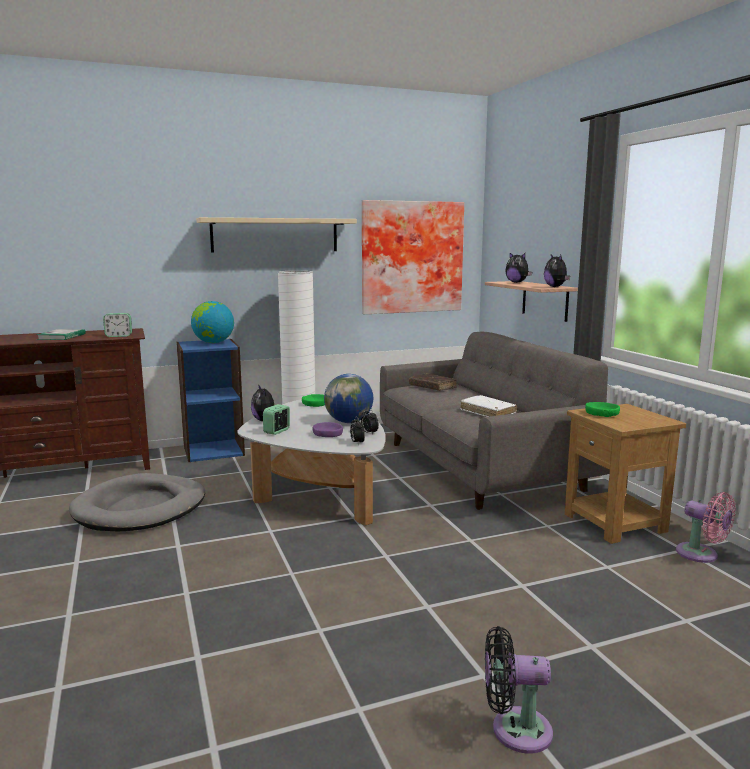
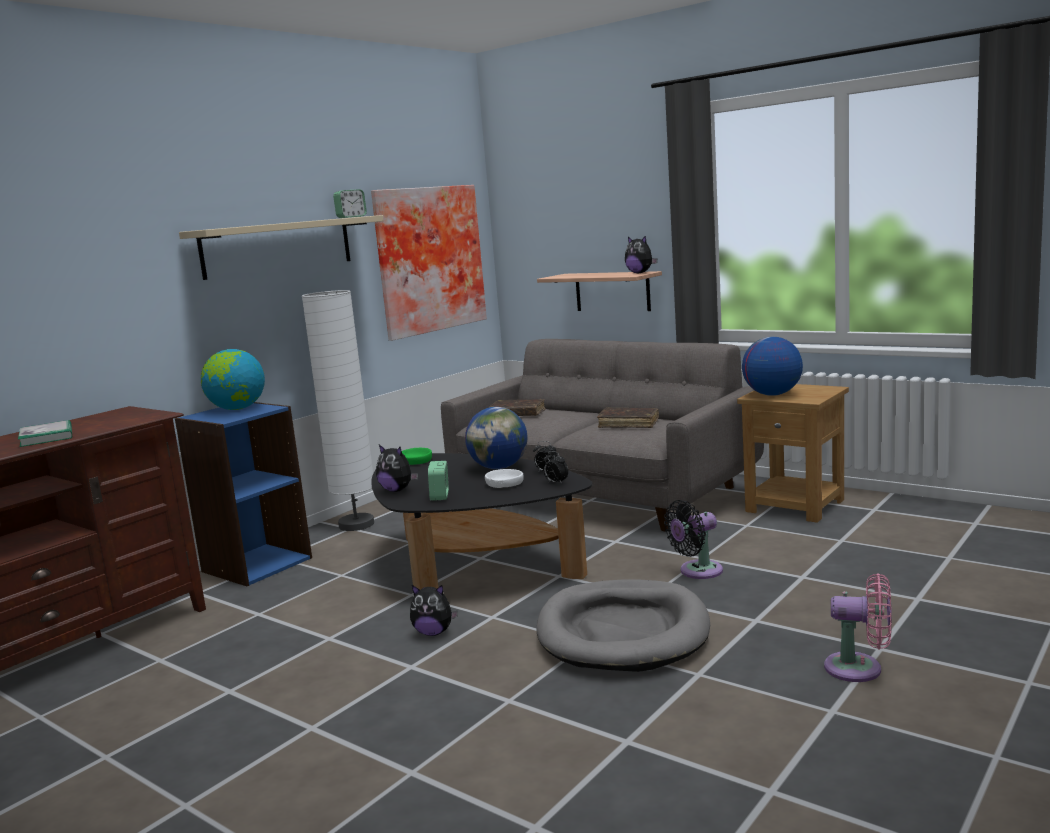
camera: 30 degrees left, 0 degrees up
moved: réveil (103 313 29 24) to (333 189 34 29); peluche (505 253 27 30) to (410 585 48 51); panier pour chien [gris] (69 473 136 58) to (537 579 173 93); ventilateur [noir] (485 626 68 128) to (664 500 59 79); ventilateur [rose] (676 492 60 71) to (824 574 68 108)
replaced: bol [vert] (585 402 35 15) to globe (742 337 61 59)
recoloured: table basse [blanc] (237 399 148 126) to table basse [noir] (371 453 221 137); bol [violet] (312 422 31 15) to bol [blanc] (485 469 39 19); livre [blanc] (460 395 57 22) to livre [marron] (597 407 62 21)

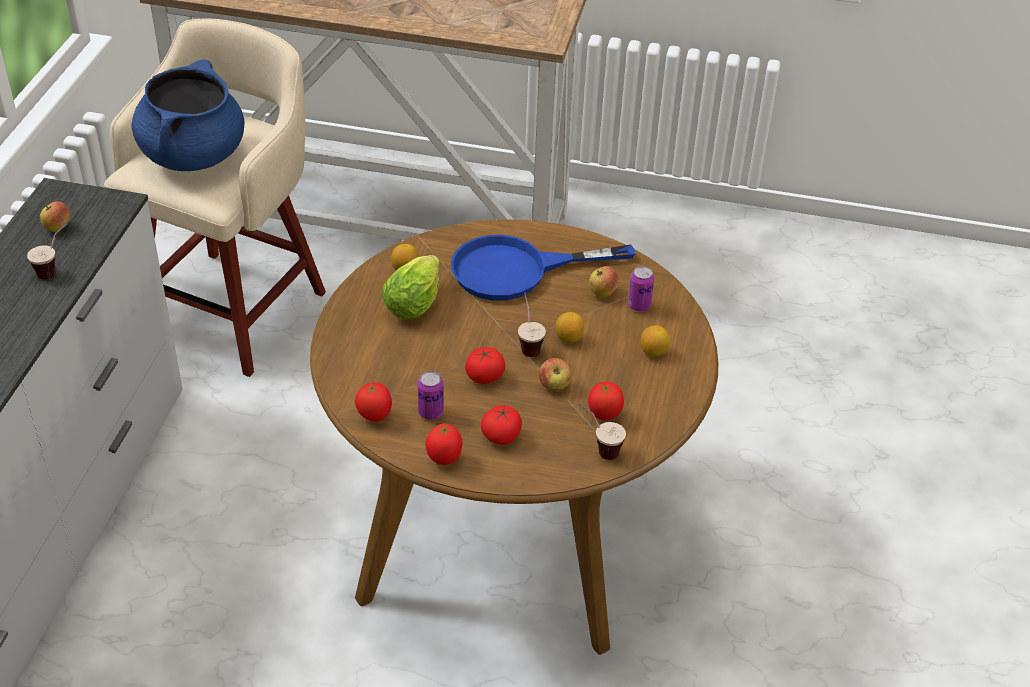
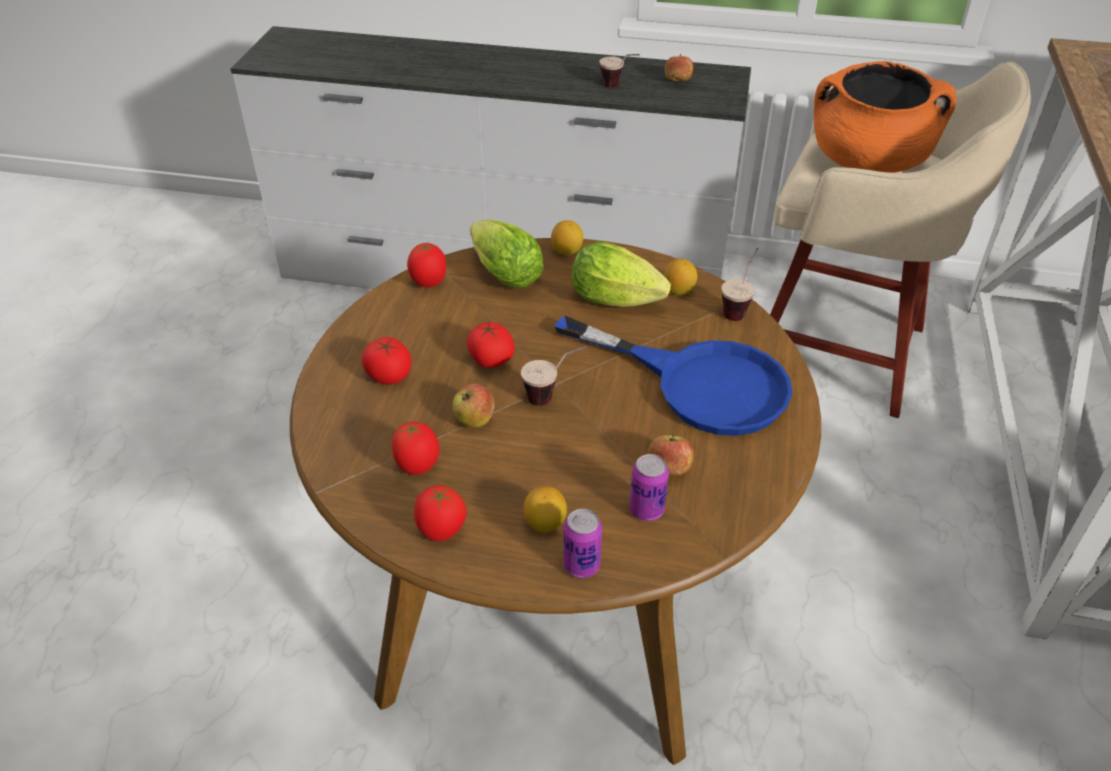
camera: 90 degrees right, 0 degrees up
added: laitue (470 220 74 68)
moved: tomate (426 424 36 41) to (414 485 53 57); citron (555 312 29 31) to (551 220 32 35); boîte métallique (418 371 26 49) to (563 509 39 69); tasse (577 403 49 57) to (721 248 38 73)
recoloured: marmite [bleu] (131 59 113 112) to marmite [orange] (814 61 143 112)
turned: poêle [bleu] (451 235 184 66) = (554 315 238 121) 135 degrees clockwise

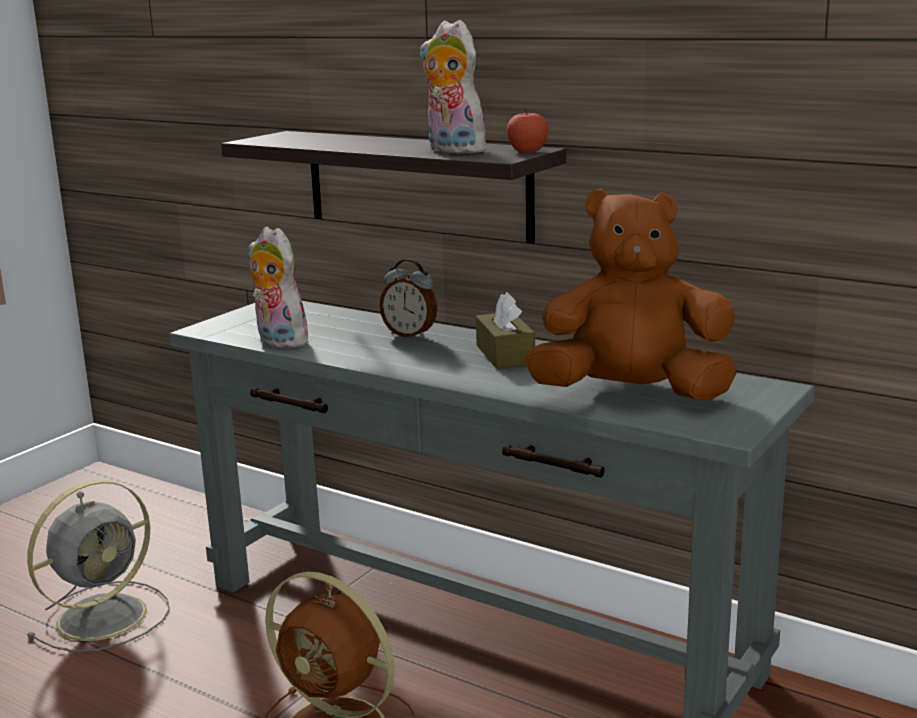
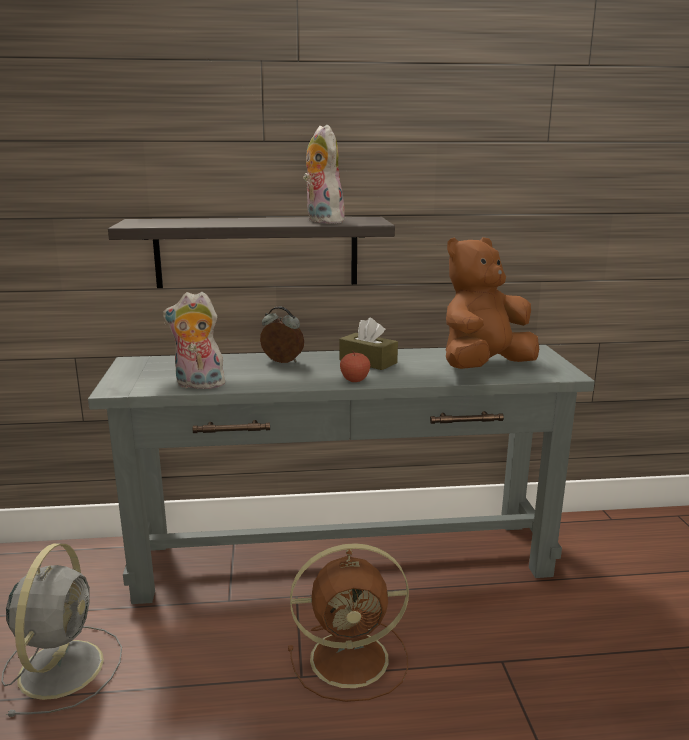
camera: 40 degrees left, 0 degrees up
moved: pomme (507 108 41 45) to (340 351 30 31)
turned: réveil (380 259 57 79) = (260 306 44 57) 150 degrees counterclockwise; peluche (420 20 66 134) = (303 125 42 99) 60 degrees clockwise

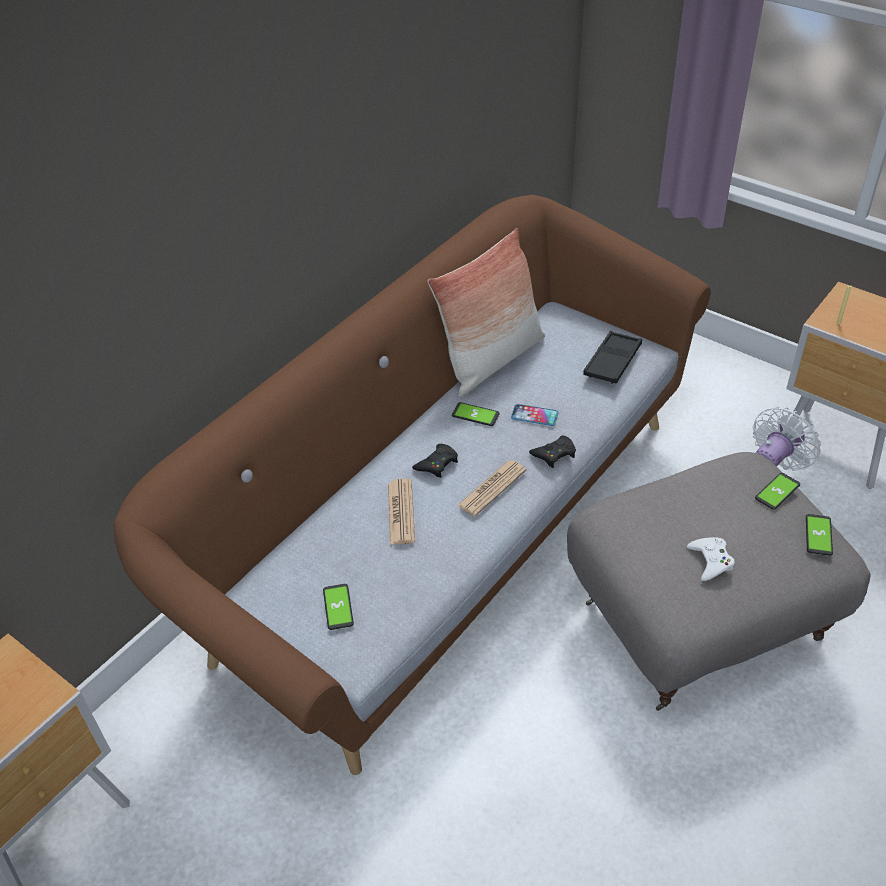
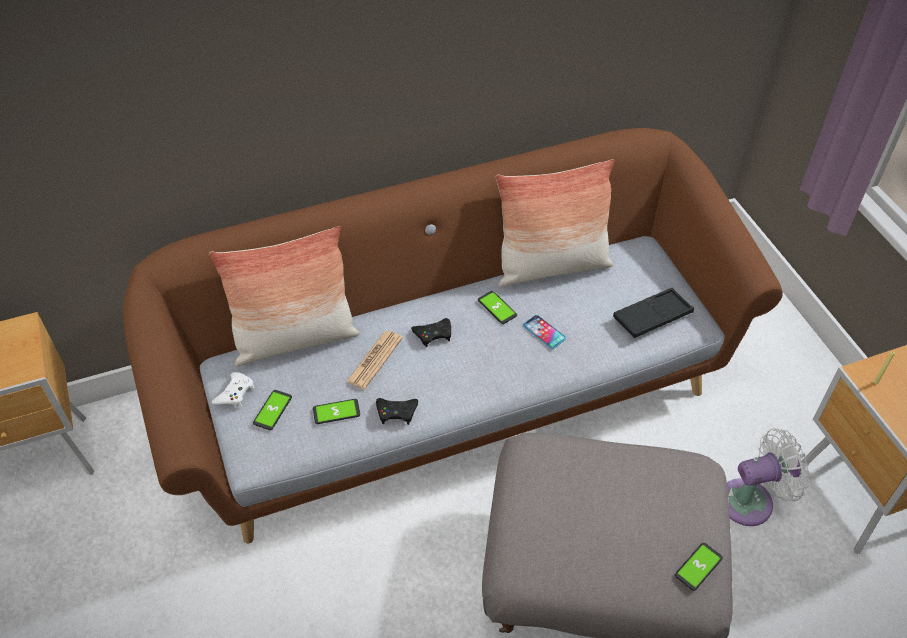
camera: 30 degrees right, 5 degrees up
removed: journal (457 460 69 56)
added: coussin (209 226 151 140)
moved: manette [blanc] (687 537 48 44) to (212 372 43 35); téléphone (755 473 45 37) to (313 399 47 25); manette [noir] (529 436 47 32) to (376 398 42 27)

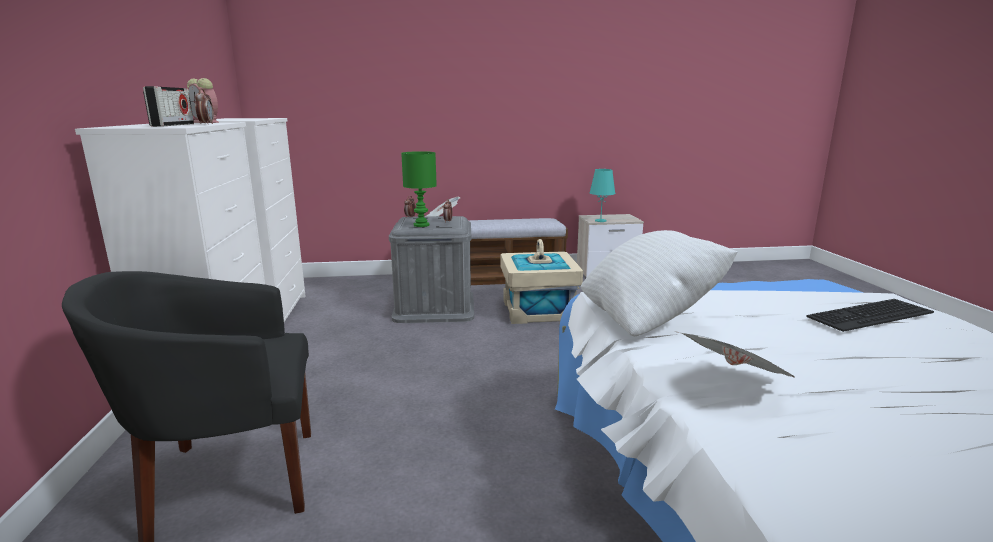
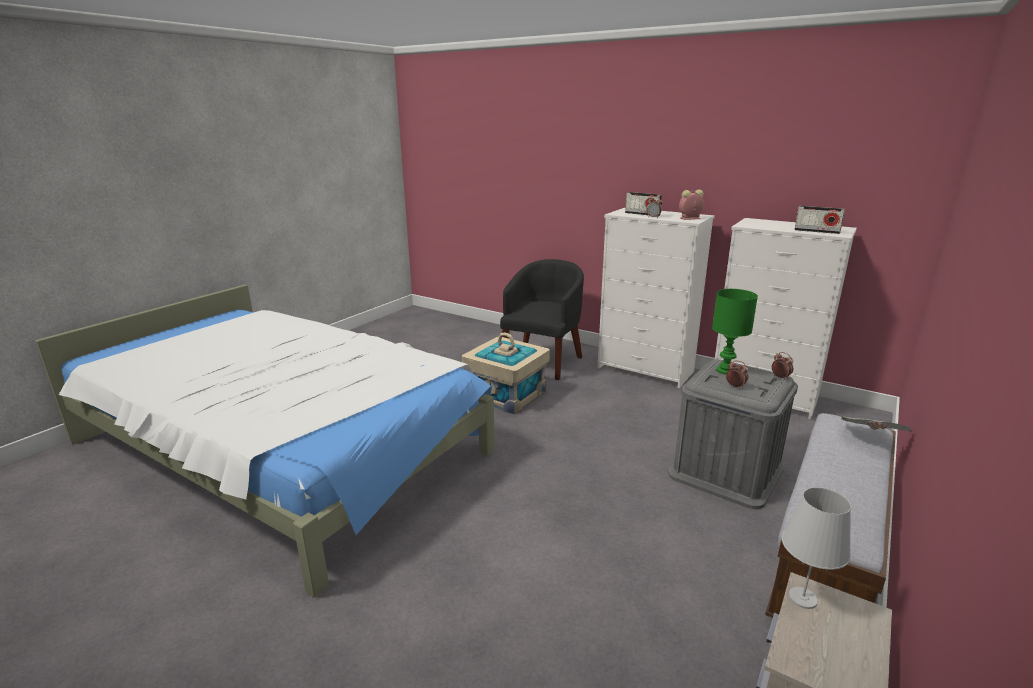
camera: 130 degrees right, 5 degrees up
removed: coussin [blanc] (581 230 157 106); journal (675 331 119 46); clavier (806 299 128 33)
added: radio (794 206 51 28)
moved: boîte de rangement [beige] (501 239 82 85) to (462 333 88 81)
recoloured: lampe de table [turquoise] (590 169 25 53) to lampe de table [blanc] (782 487 69 122)

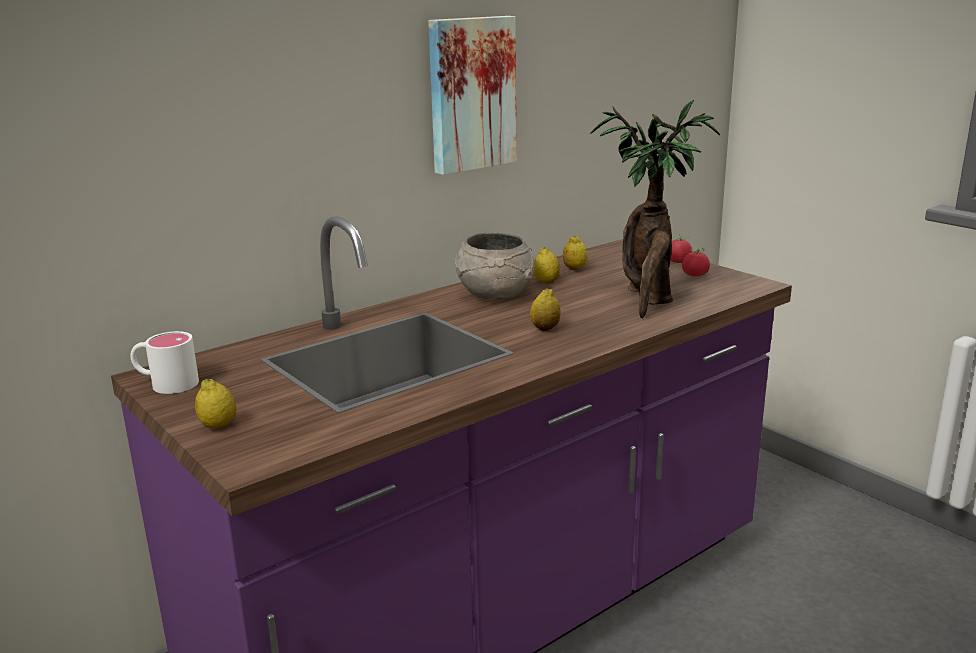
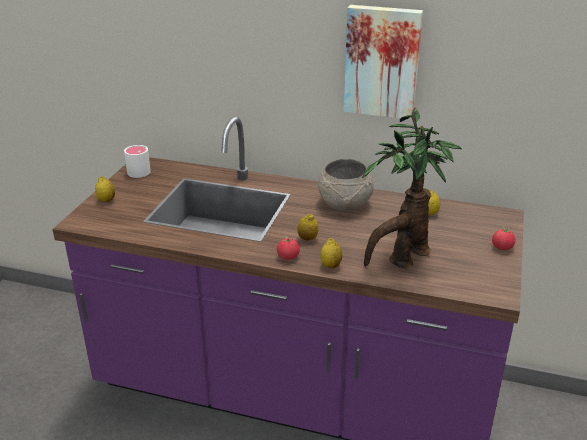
camera: 55 degrees right, 10 degrees up
moved: tomate (682 248 28 29) to (277 236 23 24); citron (534 247 26 37) to (320 238 22 31)

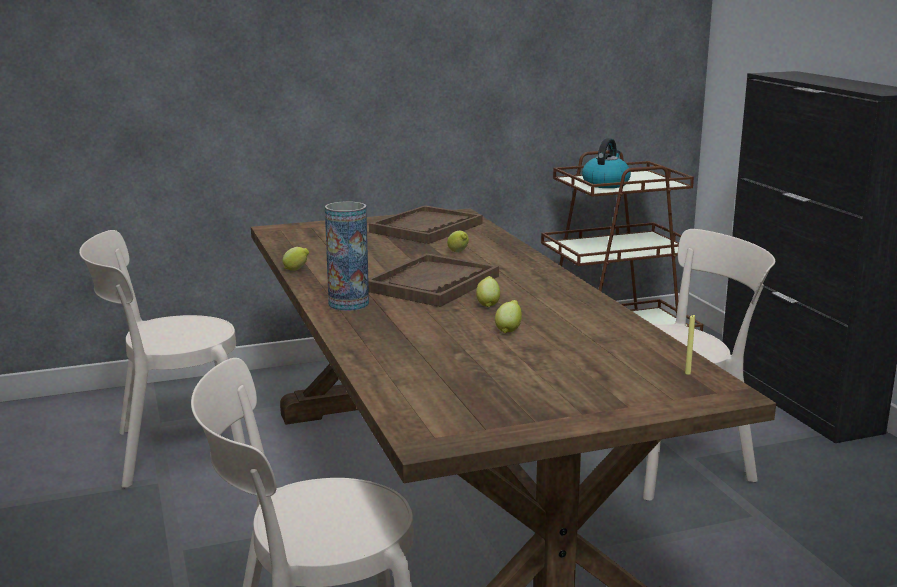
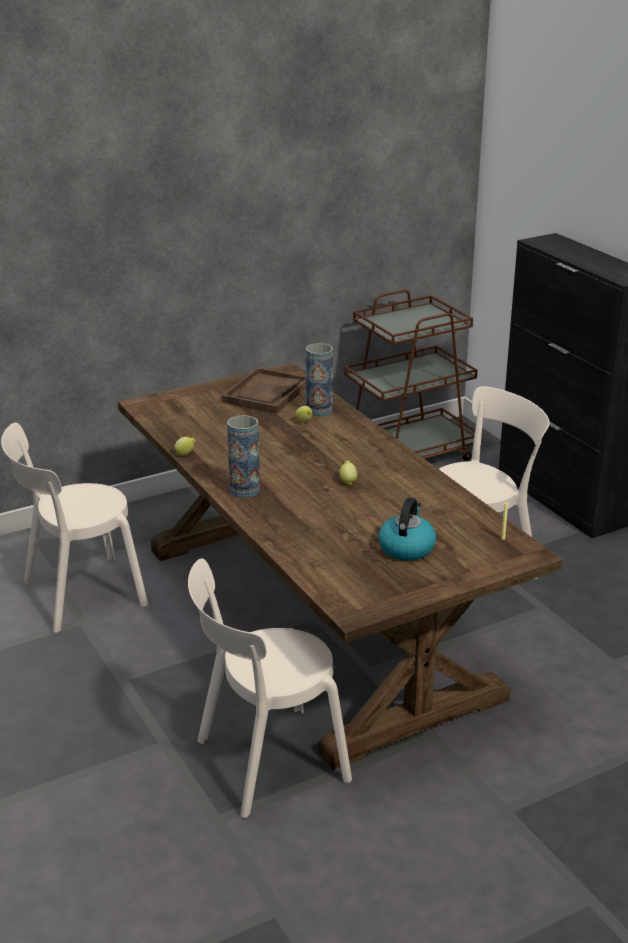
camera: 10 degrees left, 10 degrees up
removed: plateau [marron] (368 253 131 54); citron (495 300 27 33)
added: vase (306 343 27 73)
moved: bouilloire (582 138 49 50) to (378 497 58 64)

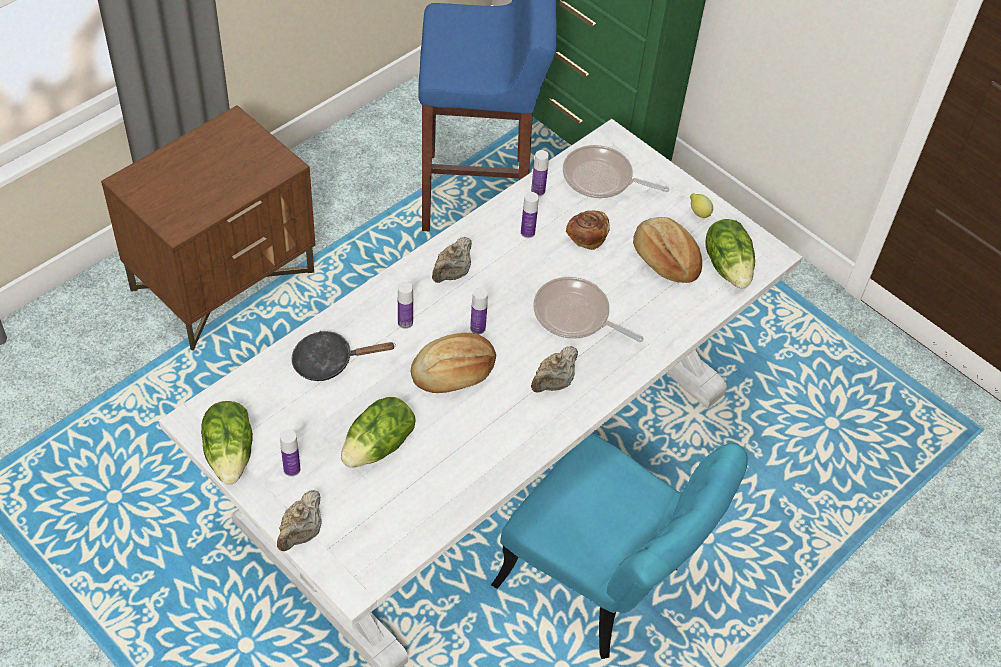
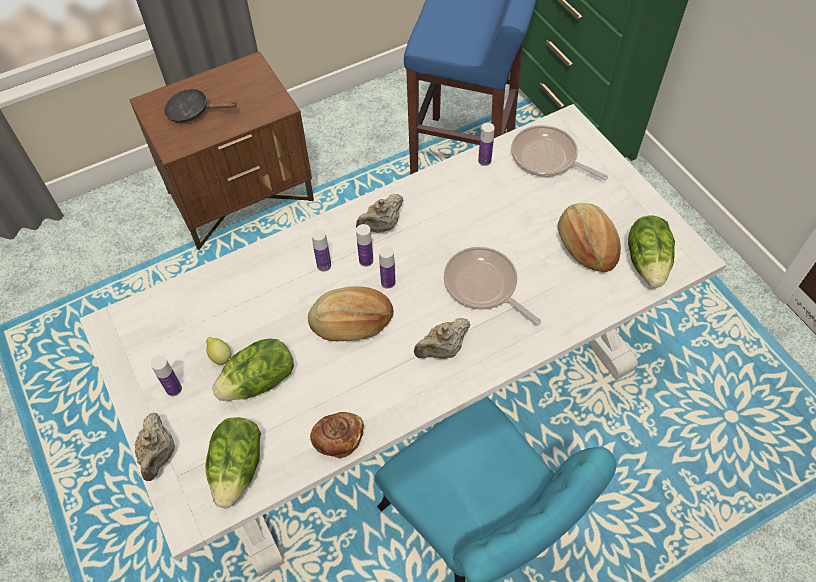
camera: 20 degrees right, 5 degrees up
moved: poêle [noir] (291 331 105 50) to (164 88 74 35); laitue (201 401 52 84) to (205 417 56 91); citron (690 193 23 25) to (206 337 25 28); pain (566 210 44 40) to (310 412 54 47); bouteille (521 192 18 46) to (356 224 17 43)
turned: théière [beige] (277 490 45 61) = (135 413 40 68) 45 degrees counterclockwise

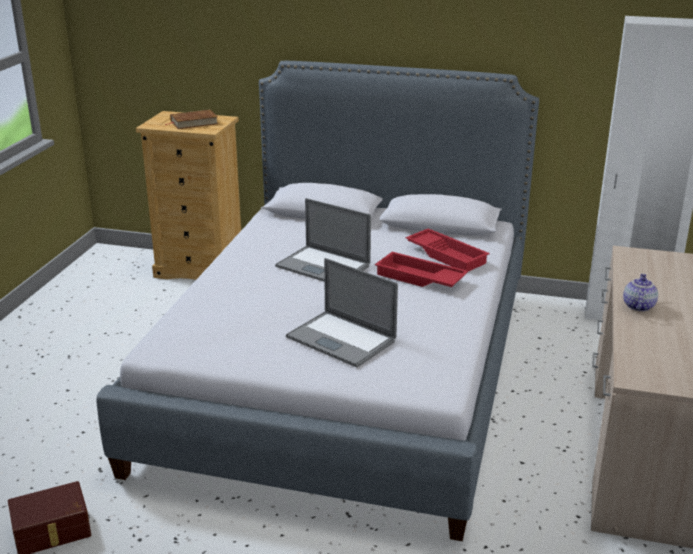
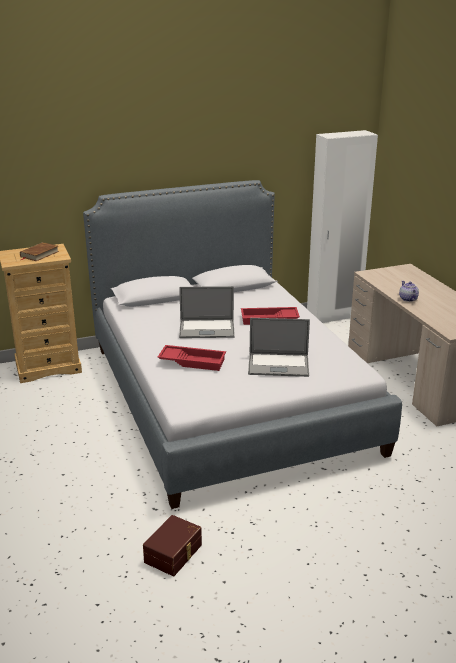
camera: 35 degrees left, 0 degrees up
moved: plateau [rouge] (406 228 84 44) to (157 345 69 26)

